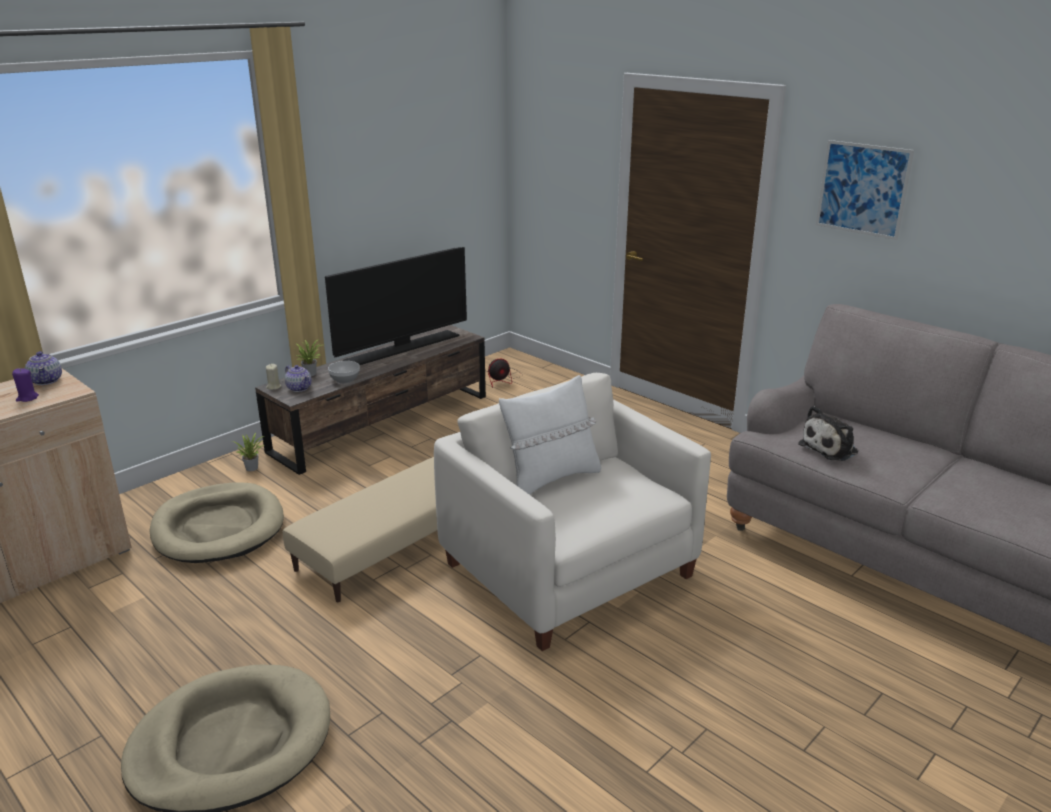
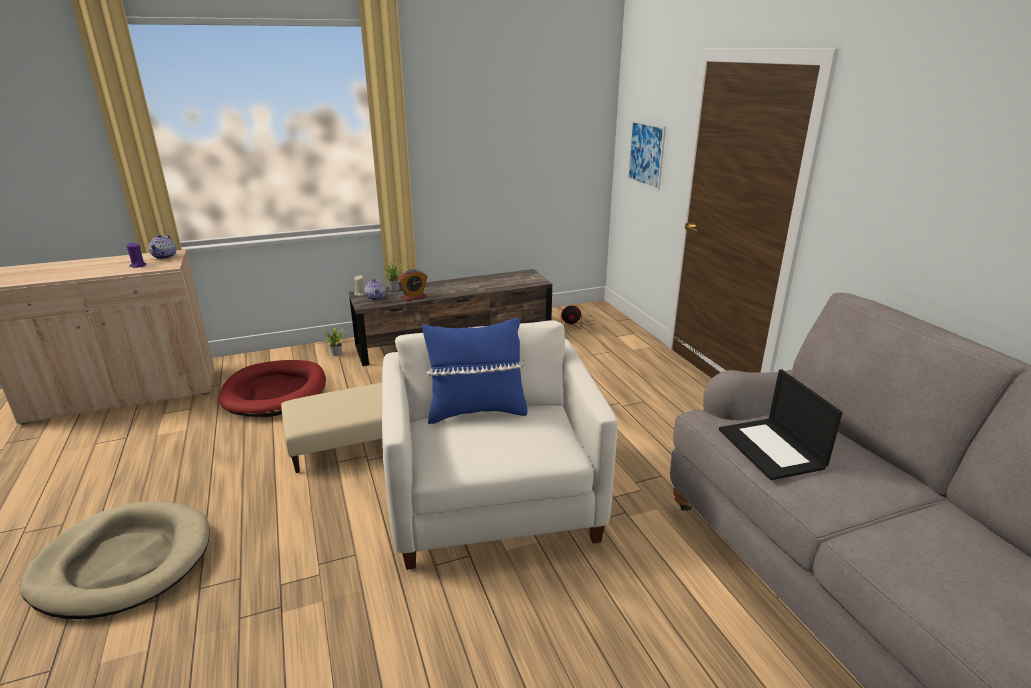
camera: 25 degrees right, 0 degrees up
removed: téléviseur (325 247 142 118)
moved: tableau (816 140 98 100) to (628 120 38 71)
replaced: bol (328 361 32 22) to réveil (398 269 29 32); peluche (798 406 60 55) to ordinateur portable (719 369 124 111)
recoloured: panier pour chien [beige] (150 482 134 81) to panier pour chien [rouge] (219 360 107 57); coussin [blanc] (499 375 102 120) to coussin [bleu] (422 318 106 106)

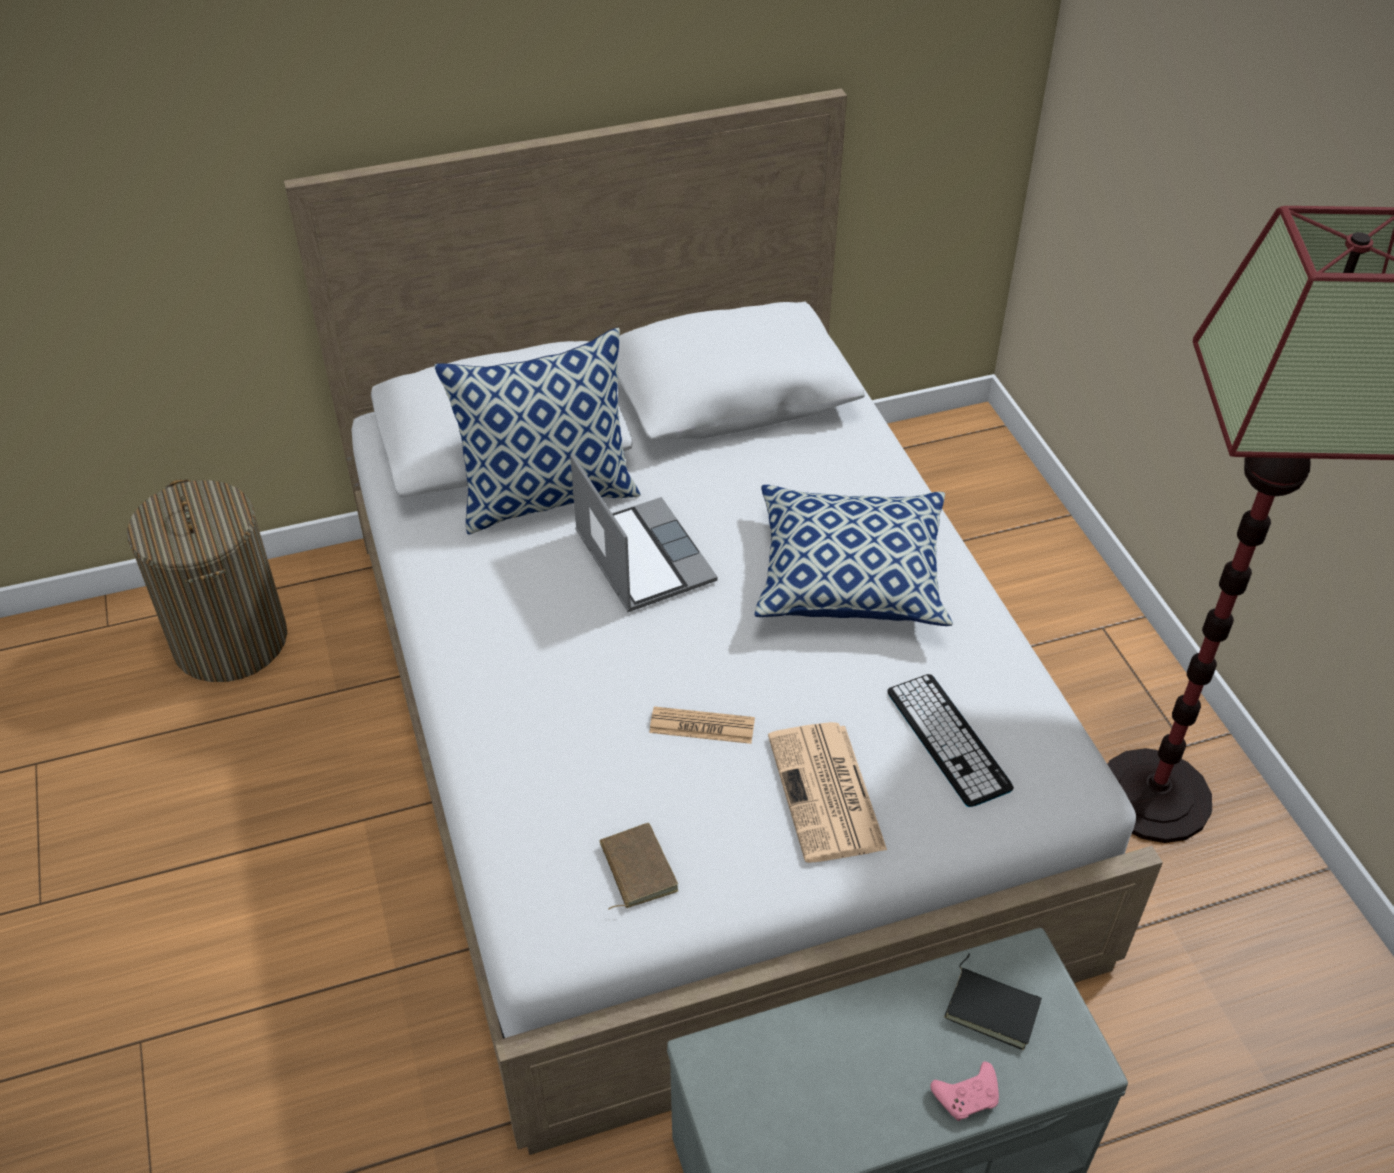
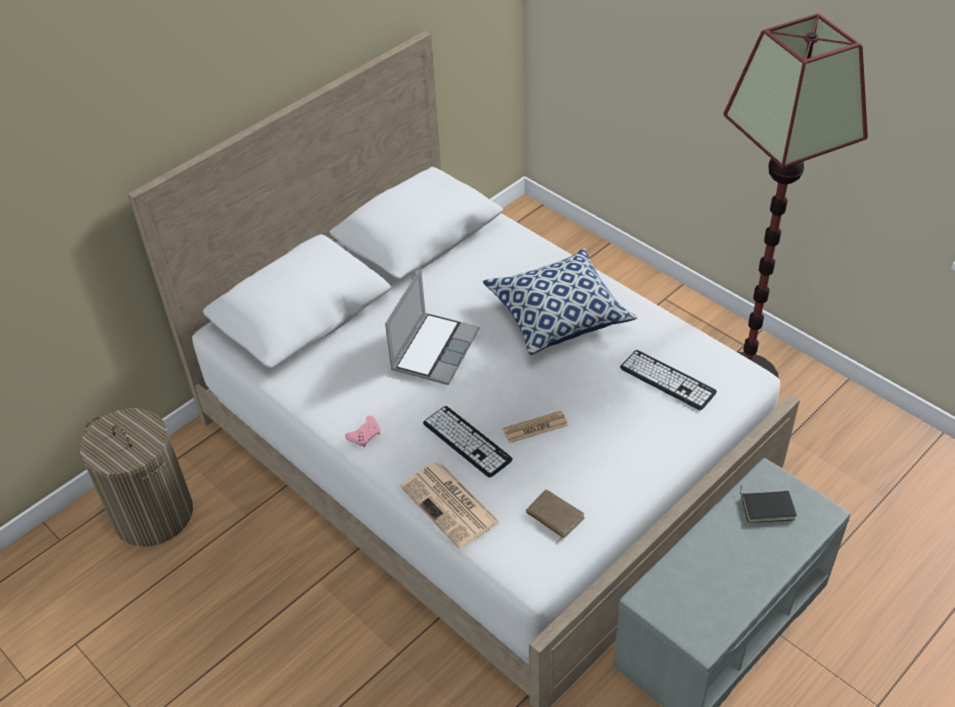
camera: 25 degrees left, 0 degrees up
removed: coussin (434 328 207 207)
added: clavier (423 406 90 72)
moved: manette [rose] (930 1062 69 59) to (345 416 35 31); journal (768 722 119 141) to (400 462 100 87)
turned: ordinateur portable (570 454 148 158) = (385 269 95 116) 75 degrees clockwise

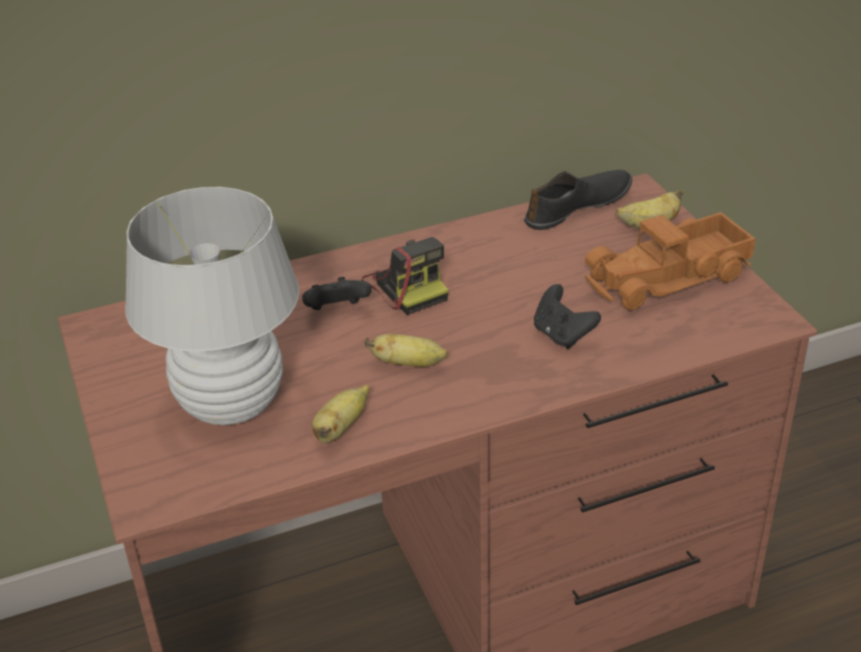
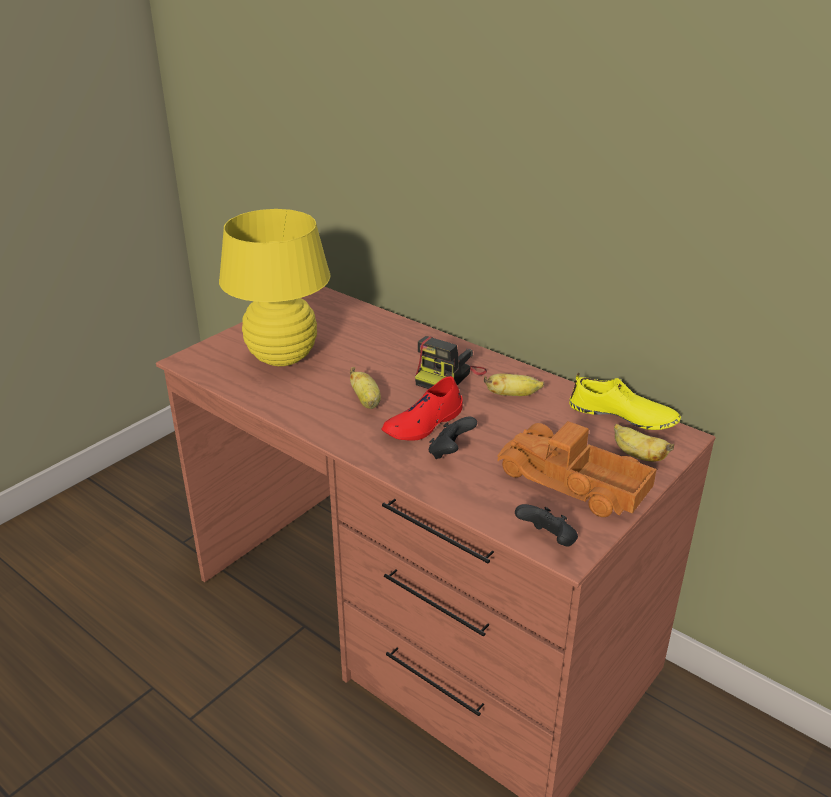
camera: 60 degrees right, 5 degrees down
added: chaussure [rouge] (382 376 80 65)
moved: banane (312 385 57 58) to (484 374 60 22); manette [noir] (302 277 70 33) to (515 504 63 43)
recoloured: lampe de table [blanc] (125 187 174 238) to lampe de table [jaune] (219 209 111 157); chaussure [noir] (524 170 108 60) to chaussure [jaune] (569 373 112 57)

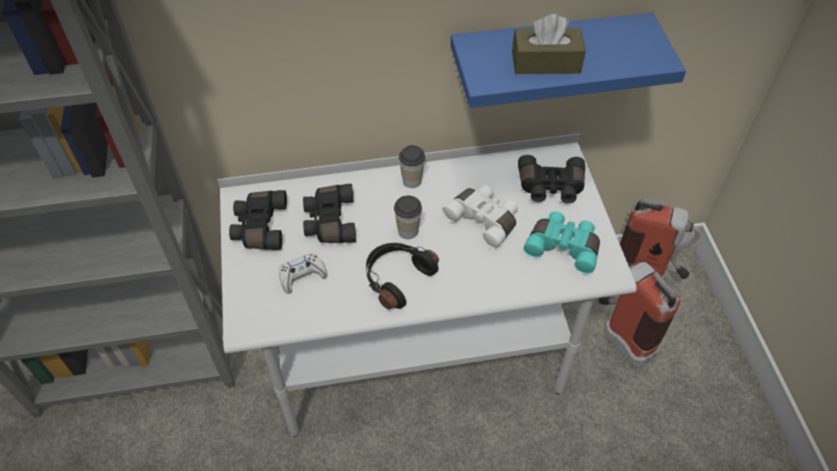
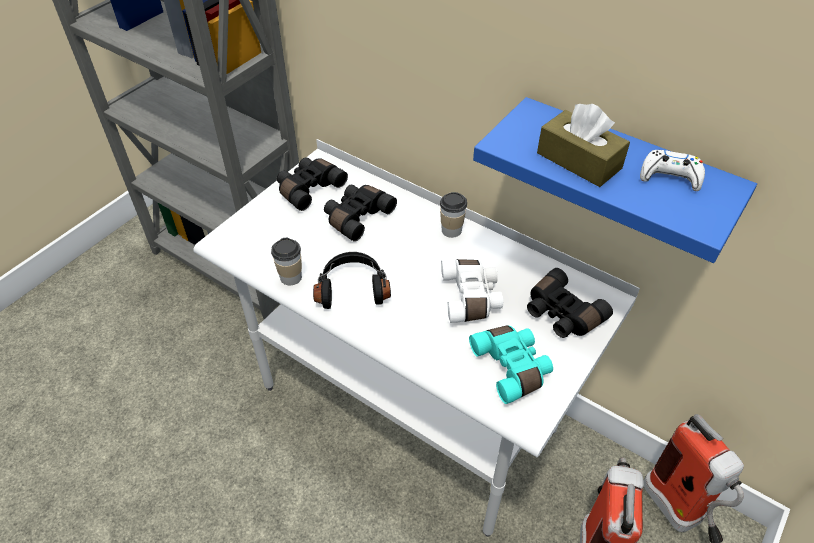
camera: 45 degrees right, 5 degrees down
moved: tasse (394 196 28 43) to (271 238 31 47); manette [blanc] (279 253 48 41) to (640 150 65 41)

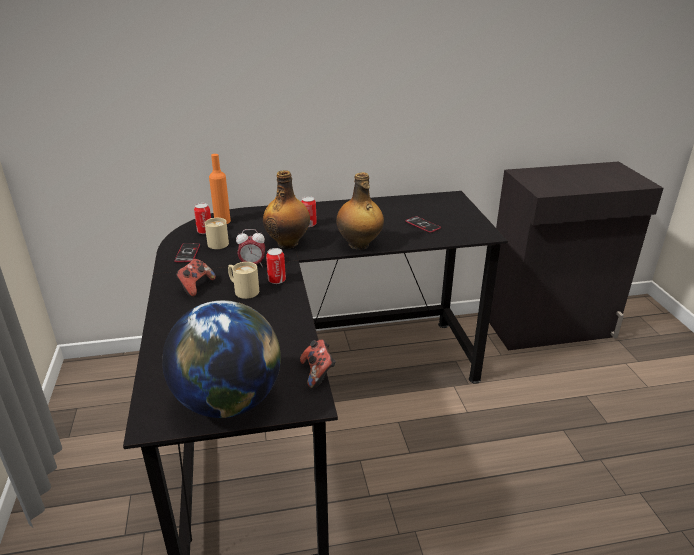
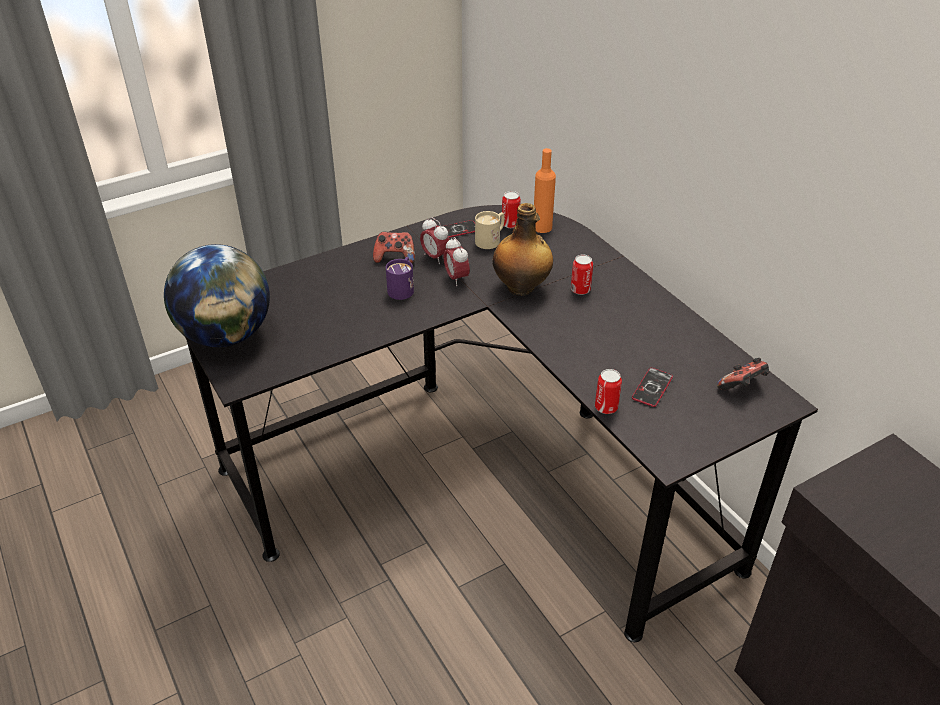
camera: 70 degrees right, 10 degrees up
removed: bouteille (336 172 48 78)
added: réveil (420 217 30 47)
moved: boîte métallique (266 248 20 36) to (595 369 27 45); manette (300 339 36 50) to (717 358 52 32)
recoloured: mug [beige] (228 262 31 37) to mug [violet] (386 257 28 43)

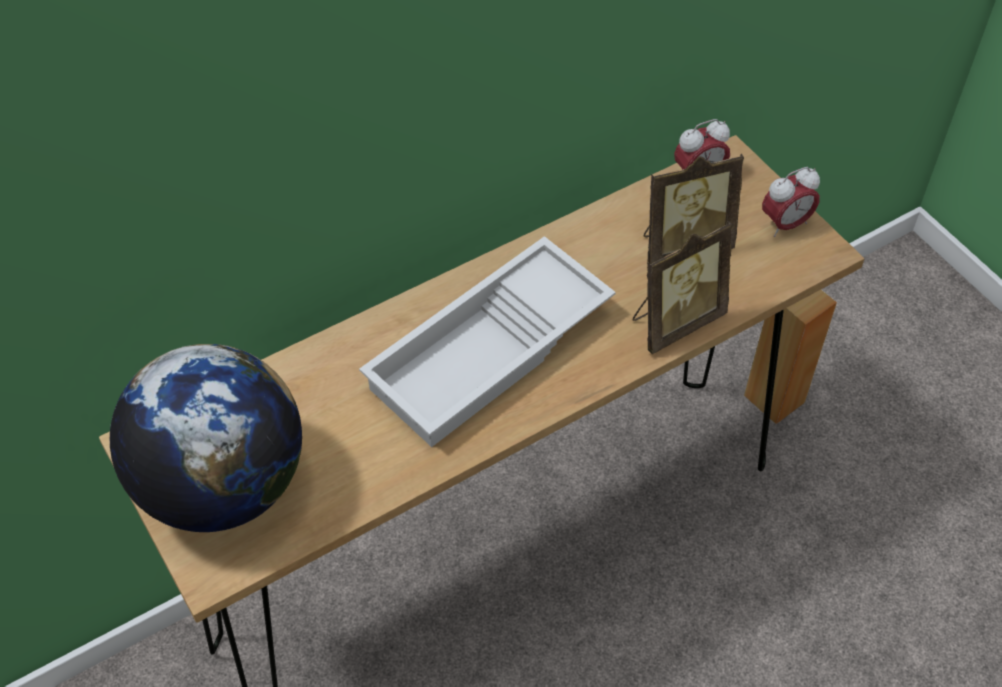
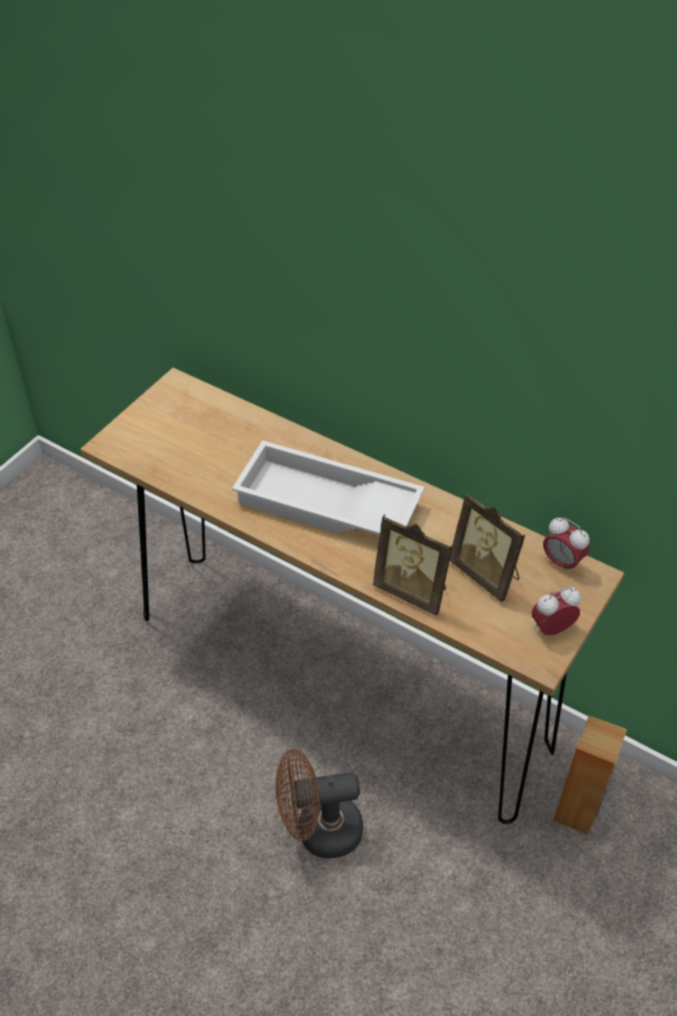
camera: 65 degrees right, 5 degrees down
removed: globe (110 344 192 188)
added: ventilateur [marron] (275 749 88 109)
turned: réveil (762 167 58 70) = (531 587 50 48) 120 degrees clockwise

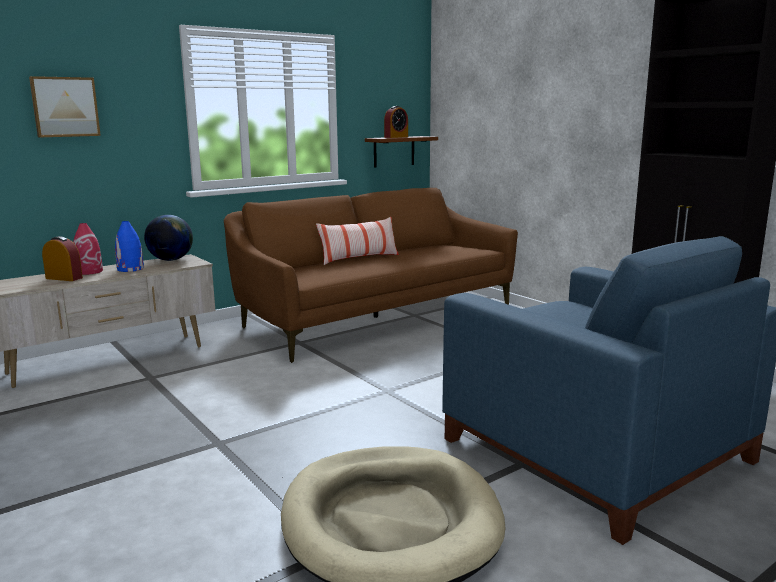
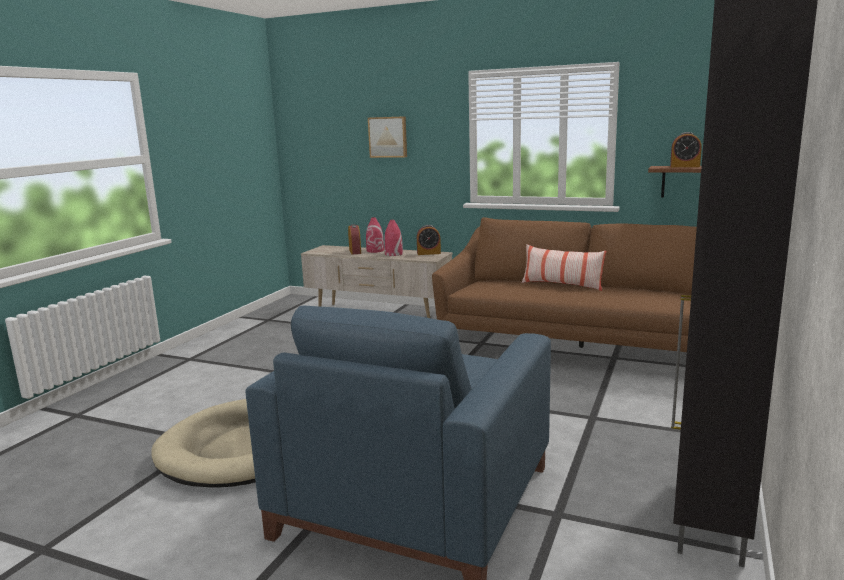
camera: 60 degrees right, 0 degrees up
replaced: globe (144 215 49 46) to réveil (417 225 24 30)
recoloured: vase [bleu] (115 221 29 51) to vase [rouge] (384 220 19 36)

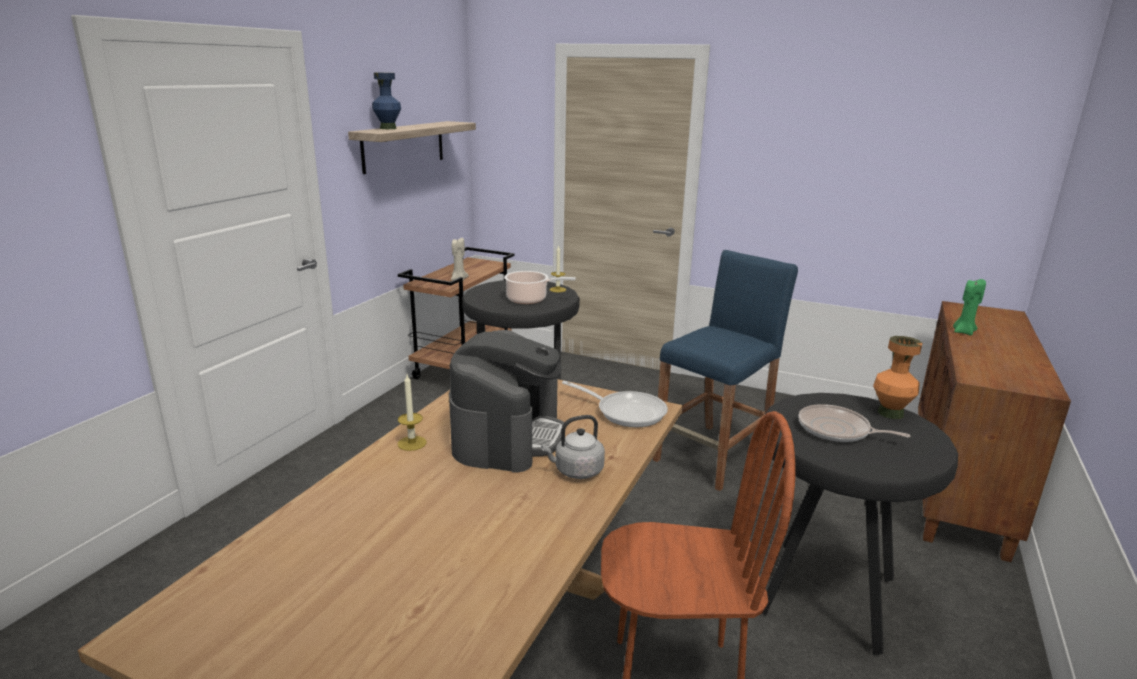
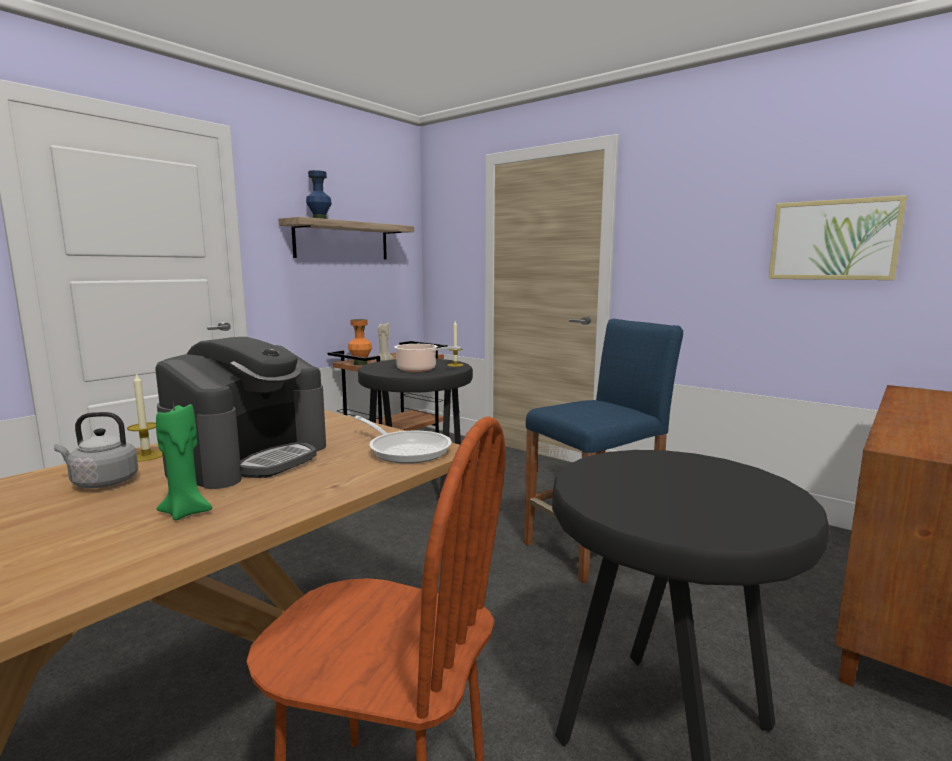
camera: 15 degrees right, 10 degrees down
removed: poêle (798 404 112 38)
added: tableau (769 195 138 85)
moved: bouilloire [gris] (541 415 64 64) to (54 412 84 76); bougie [vert] (953 279 33 56) to (156 403 56 117); vase [orange] (873 336 49 83) to (348 319 24 46)

